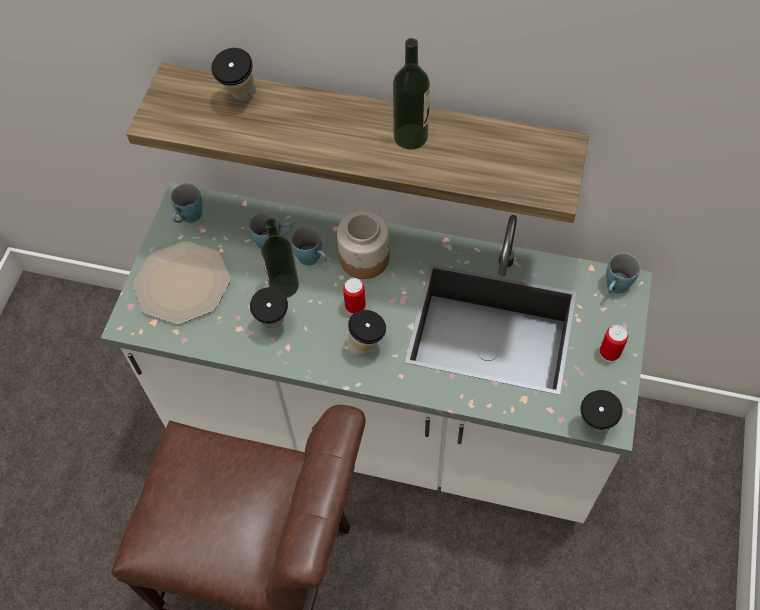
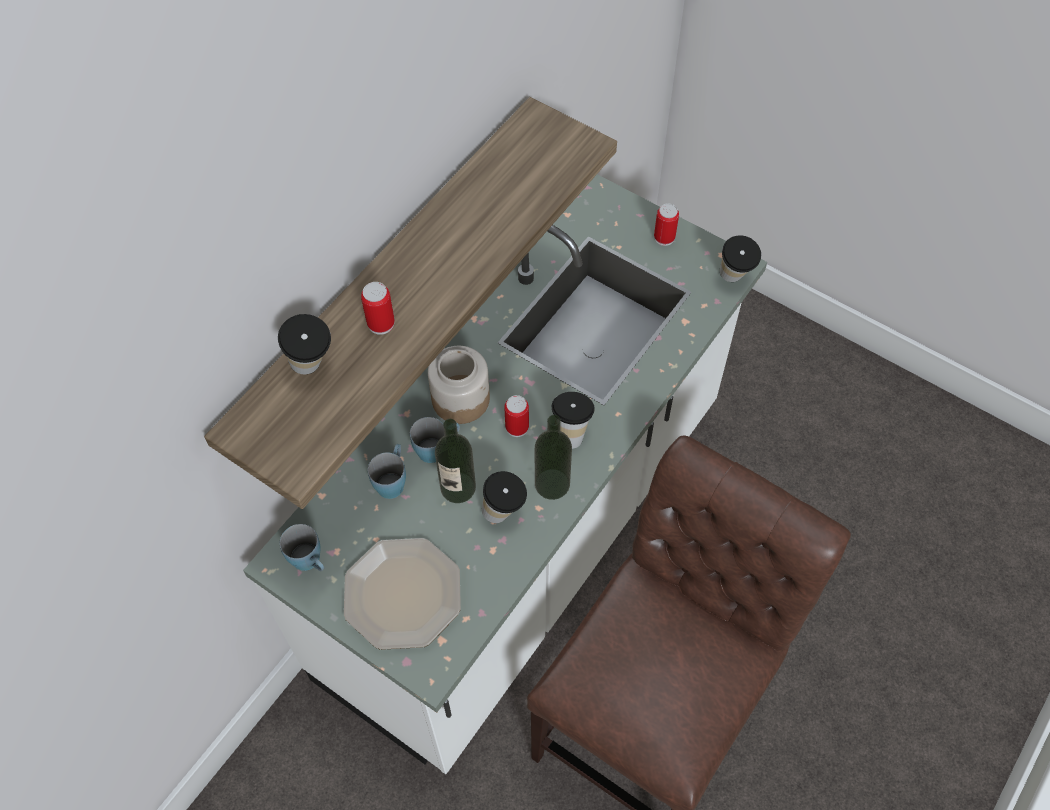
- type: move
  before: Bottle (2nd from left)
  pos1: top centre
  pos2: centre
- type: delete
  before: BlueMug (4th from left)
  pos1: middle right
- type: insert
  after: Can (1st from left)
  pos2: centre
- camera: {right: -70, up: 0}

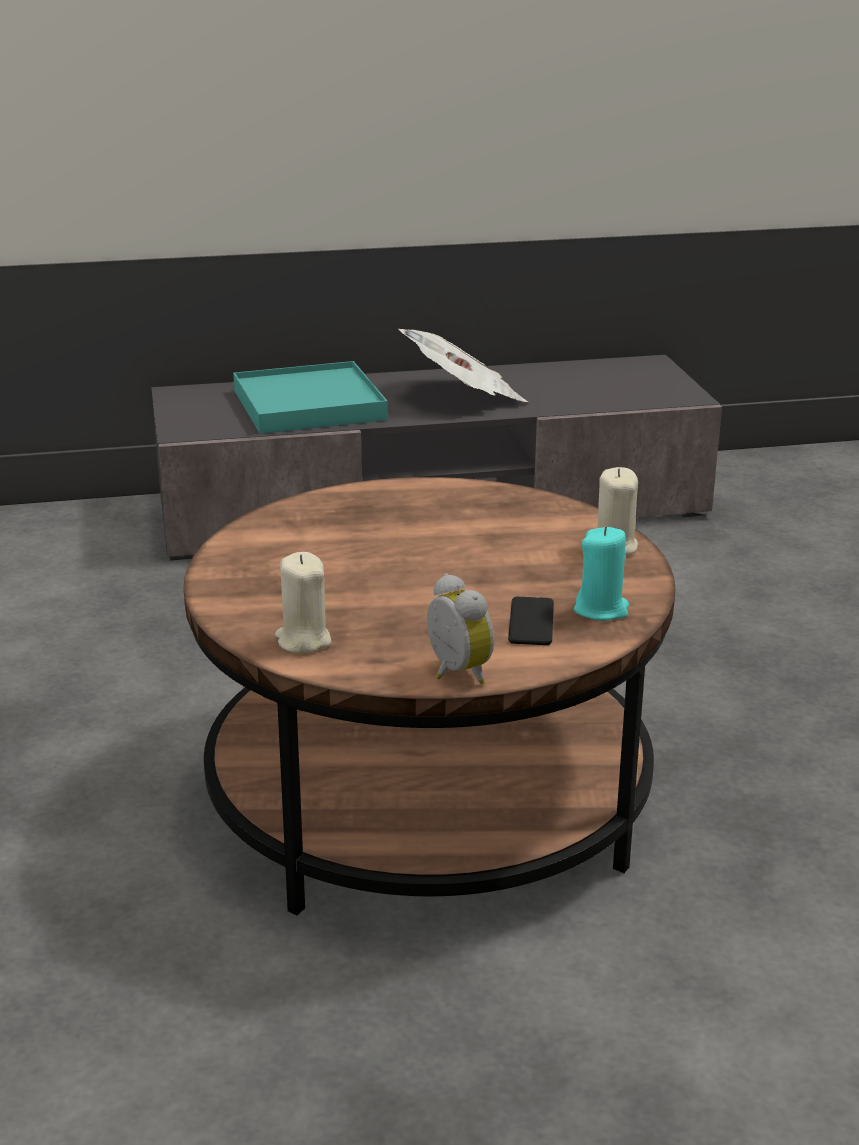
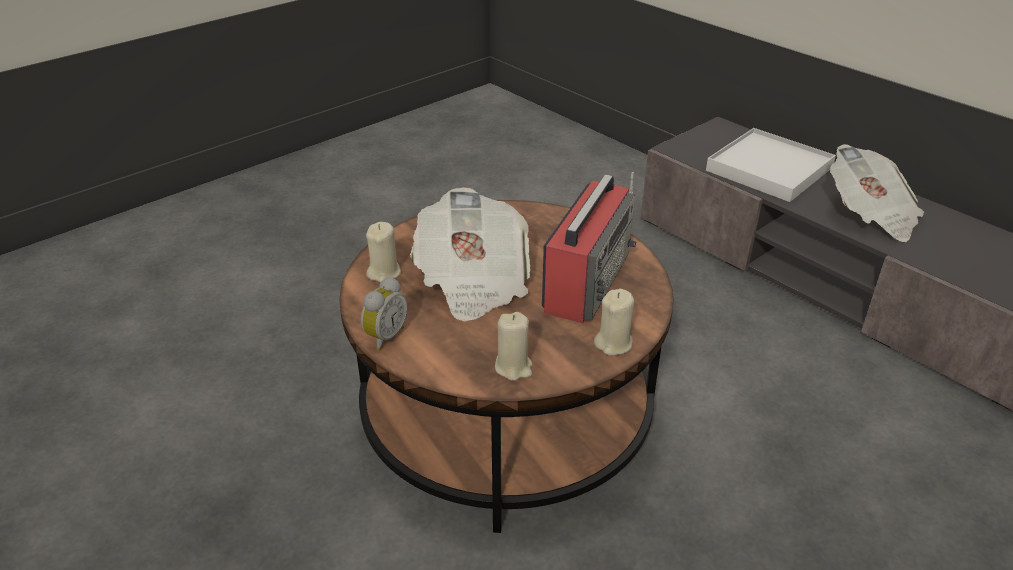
- type: recolor
  before: TurquoiseTray
  after: WhiteTray
  pos1: centre
  pos2: top right
- type: delete
  before: Phone
  pos1: centre
- type: recolor
  before: TurquoiseCandle
  after: BeigeCandle (2nd from left)
  pos1: middle right
  pos2: centre
- type: insert
  after: Newspaper (1st from left)
  pos2: centre
- type: insert
  after: Radio
  pos2: centre
- camera: {right: 60, up: 10}

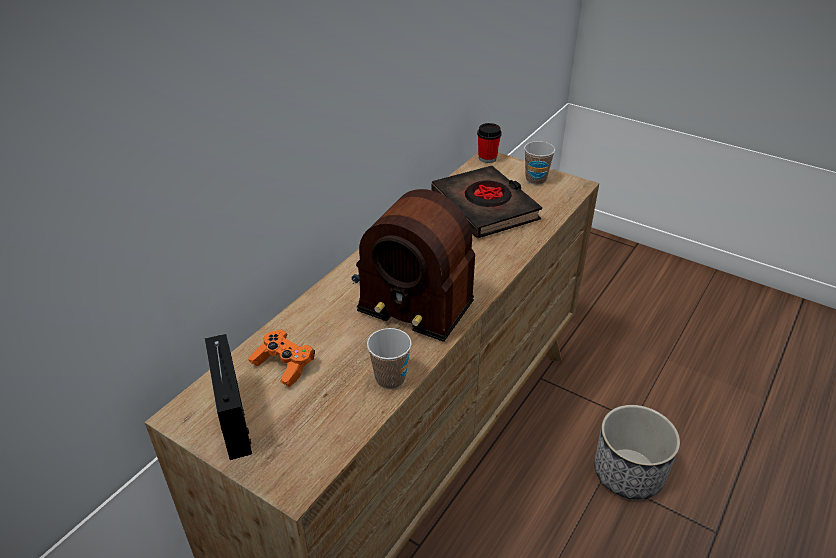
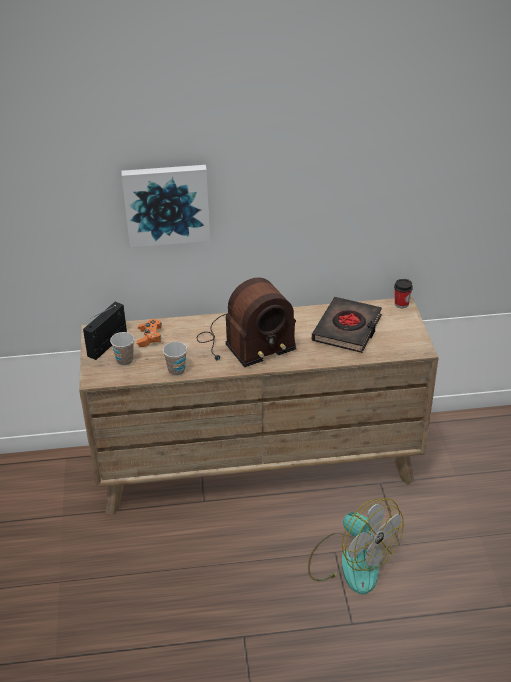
- type: rotate
  before: Radio (2nd from left)
  pos1: centre
  pos2: centre
  turn: -105
- type: move
  before: Cup (3rd from left in the first image)
  after: Cup (1st from left)
  pos1: top centre
  pos2: middle left
- type: replace
  before: Planter
  after: Fan
  pos1: bottom right
  pos2: bottom right
- type: insert
  after: Picture
  pos2: top left
- camera: {right: 50, up: 0}

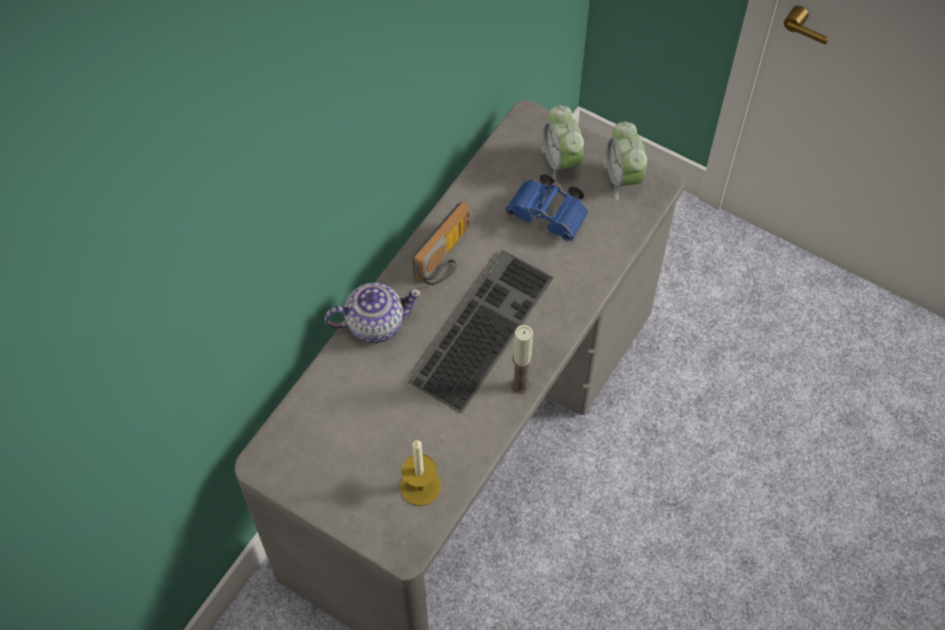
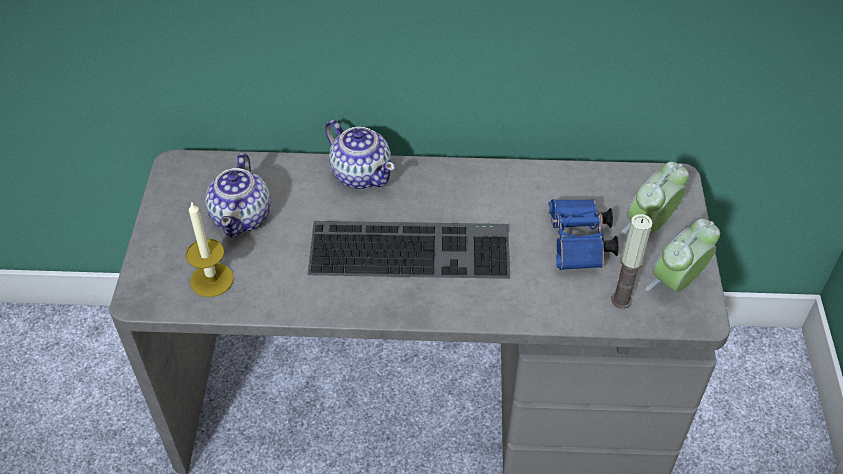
- type: delete
  before: Radio
  pos1: centre
- type: move
  before: Candle (2nd from left)
  pos1: centre
  pos2: middle right
- type: insert
  after: Teapot (1st from left)
  pos2: middle left
- camera: {right: 60, up: -10}

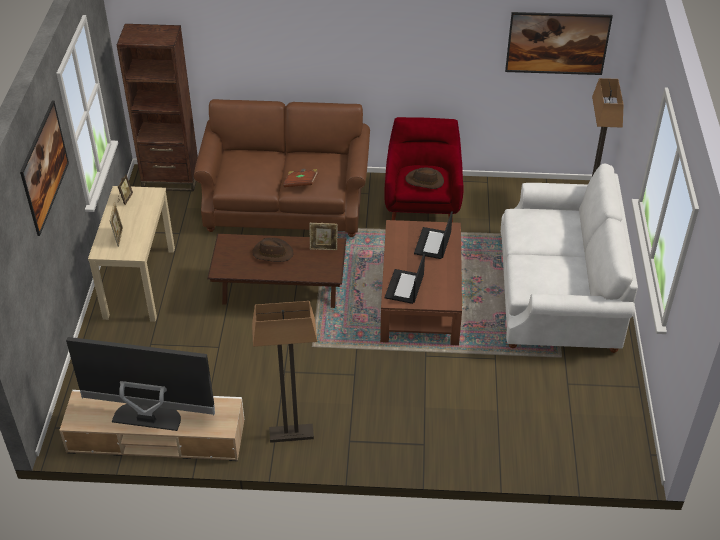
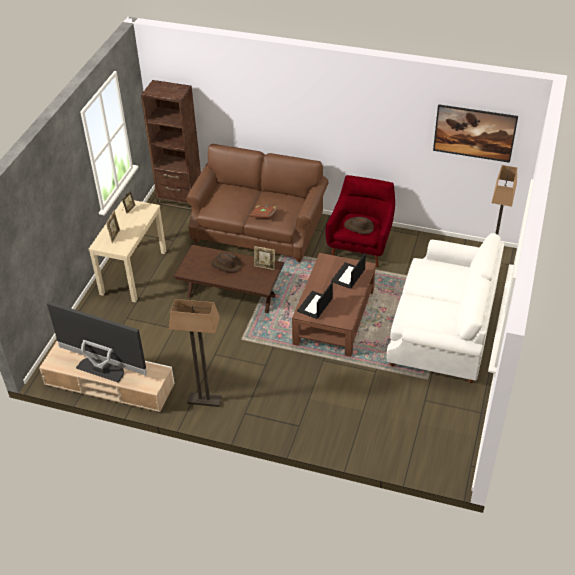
- type: delete
  before: Picture (1st from left)
  pos1: top left
- camera: {right: 15, up: 0}

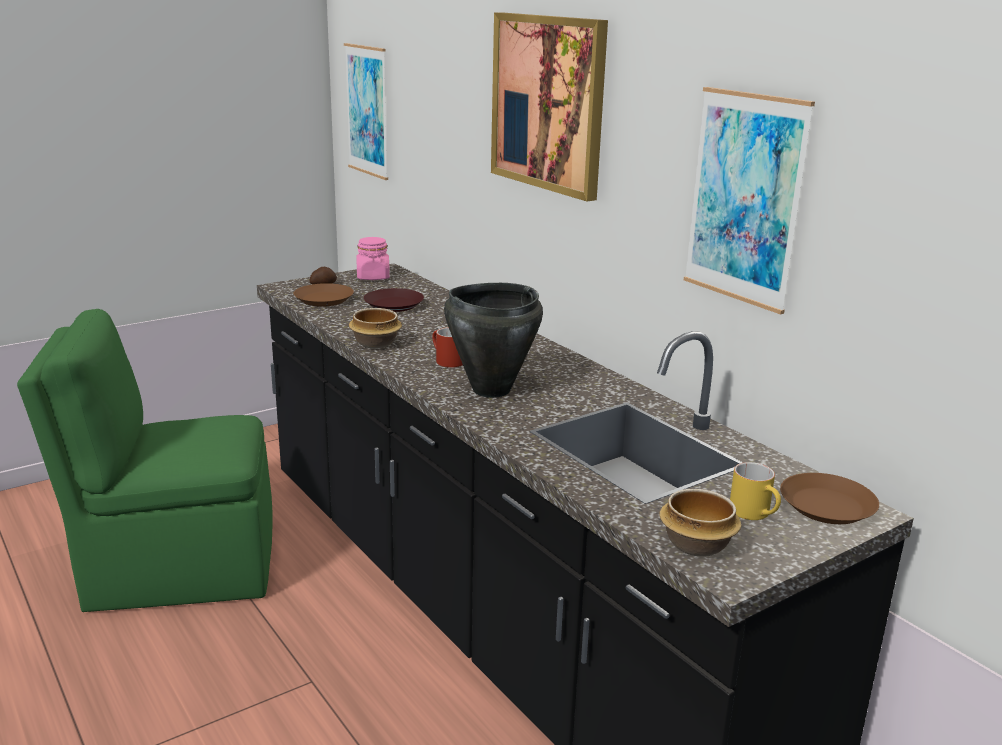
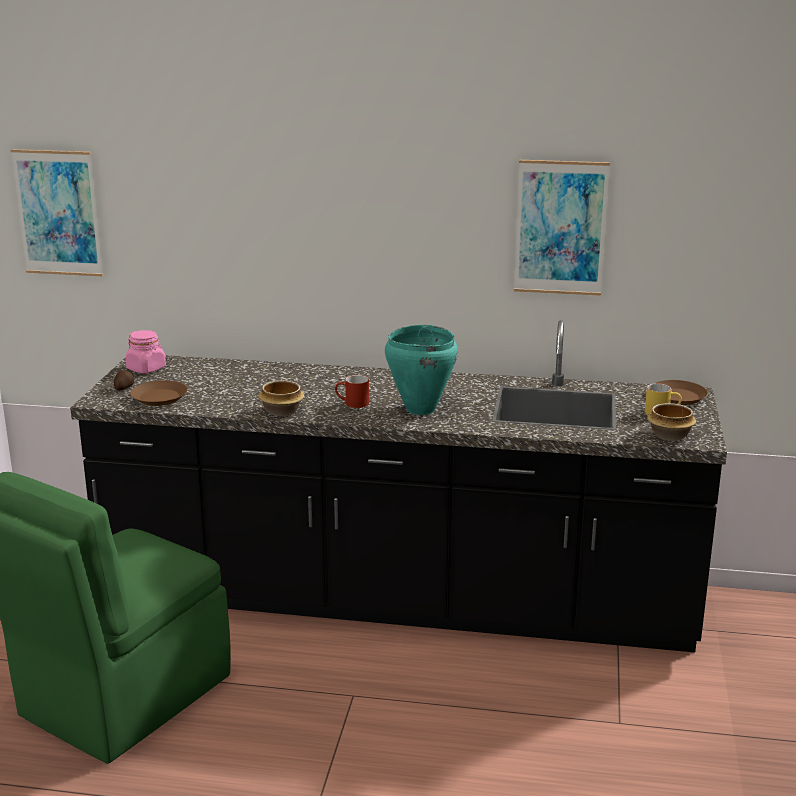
- type: delete
  before: BrownPlate (2nd from left)
  pos1: centre
- type: recolor
  before: BlackCookingPot
  after: TurquoiseCookingPot
  pos1: centre
  pos2: centre
- type: delete
  before: Picture (2nd from left)
  pos1: top centre
- camera: {right: -45, up: 0}

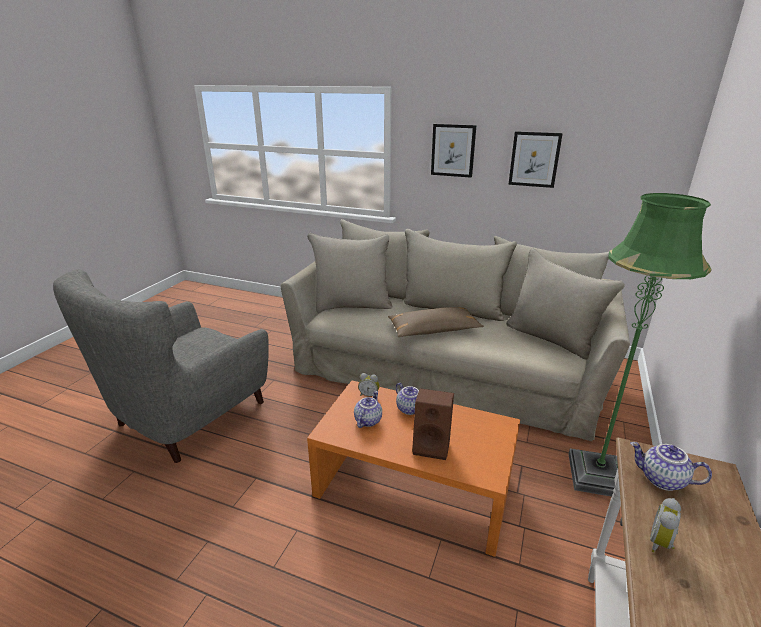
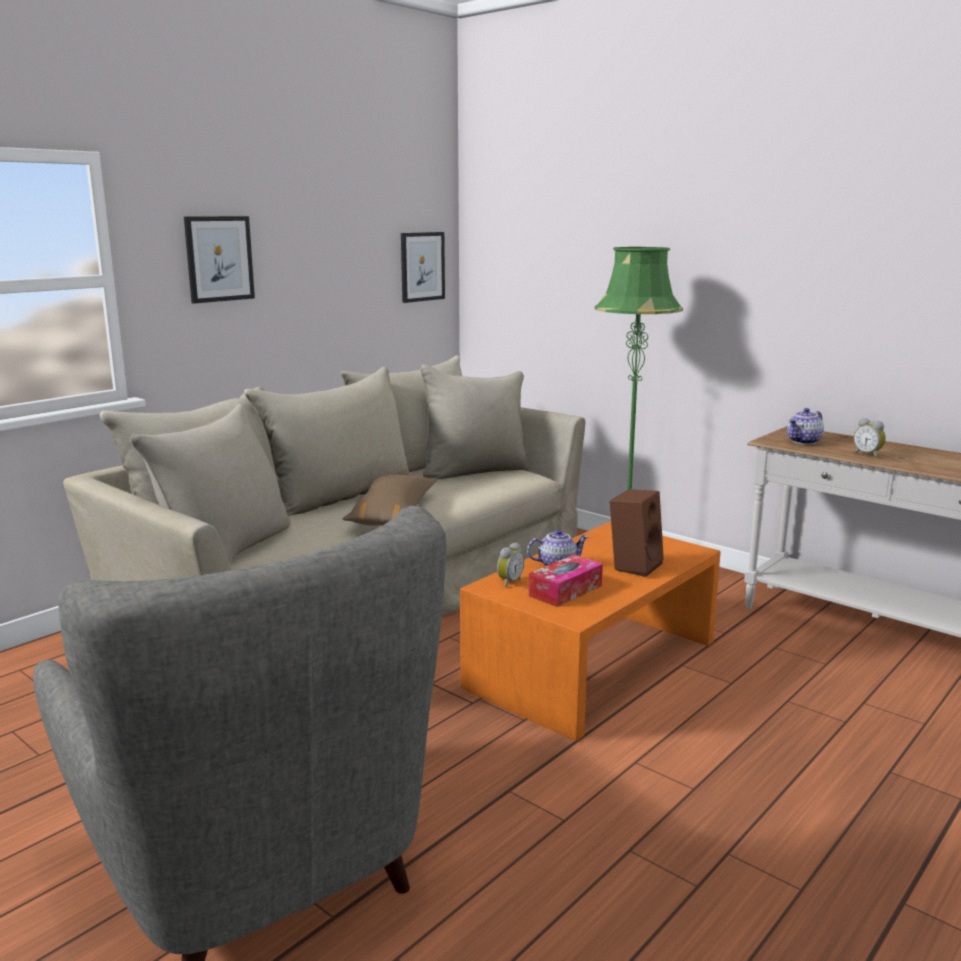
- type: replace
  before: Teapot (1st from left)
  after: TissueBox
  pos1: centre
  pos2: centre
- type: move
  before: Picture (2nd from left)
  pos1: top right
  pos2: top centre
- camera: {right: -70, up: -10}

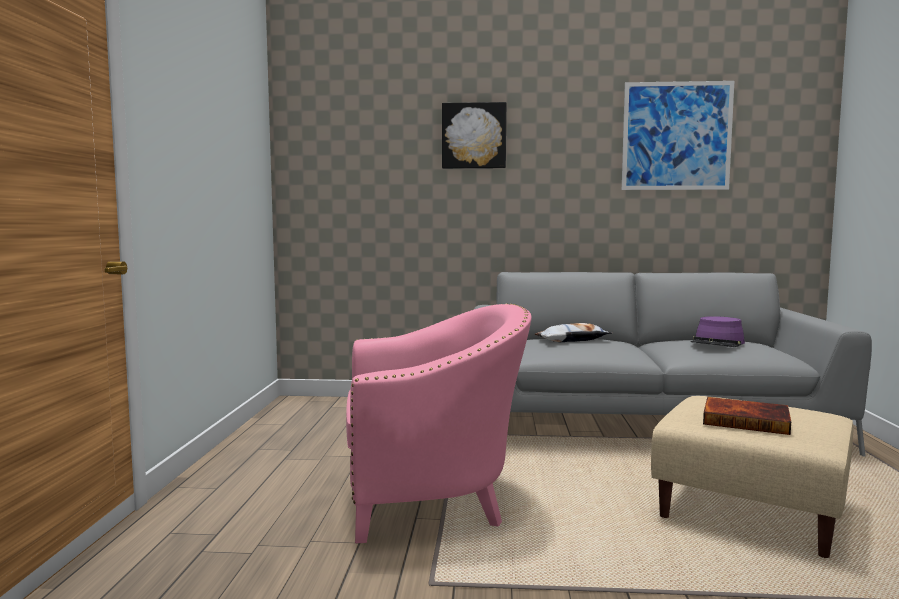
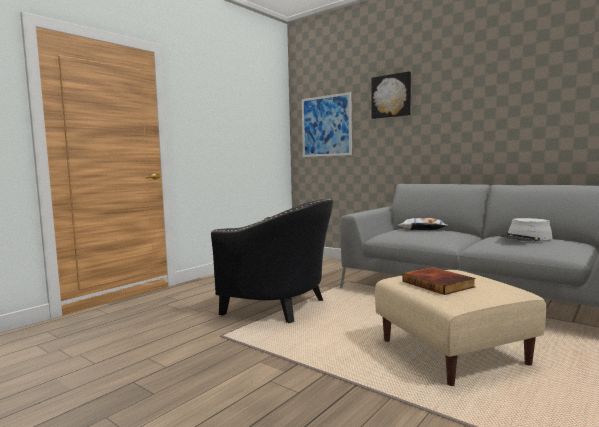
- type: recolor
  before: PinkArmchair
  after: BlackArmchair
  pos1: bottom centre
  pos2: centre
- type: move
  before: Picture (2nd from left in the first image)
  after: Picture (1st from left)
  pos1: top right
  pos2: top centre
- type: recolor
  before: PurpleHat
  after: GreyHat
  pos1: middle right
  pos2: middle right
- camera: {right: 35, up: 0}

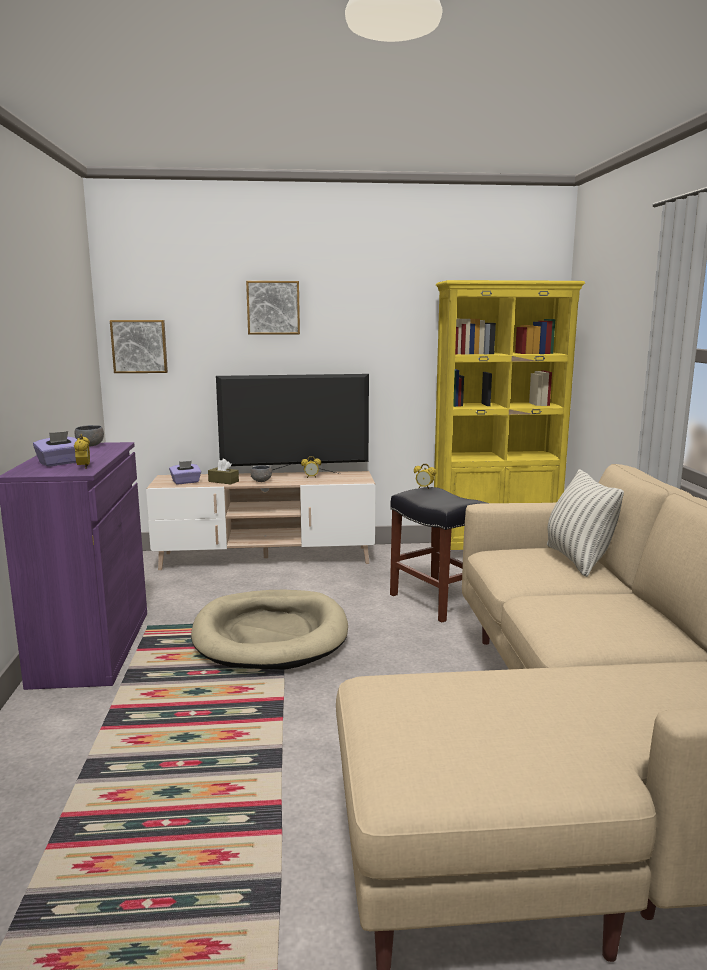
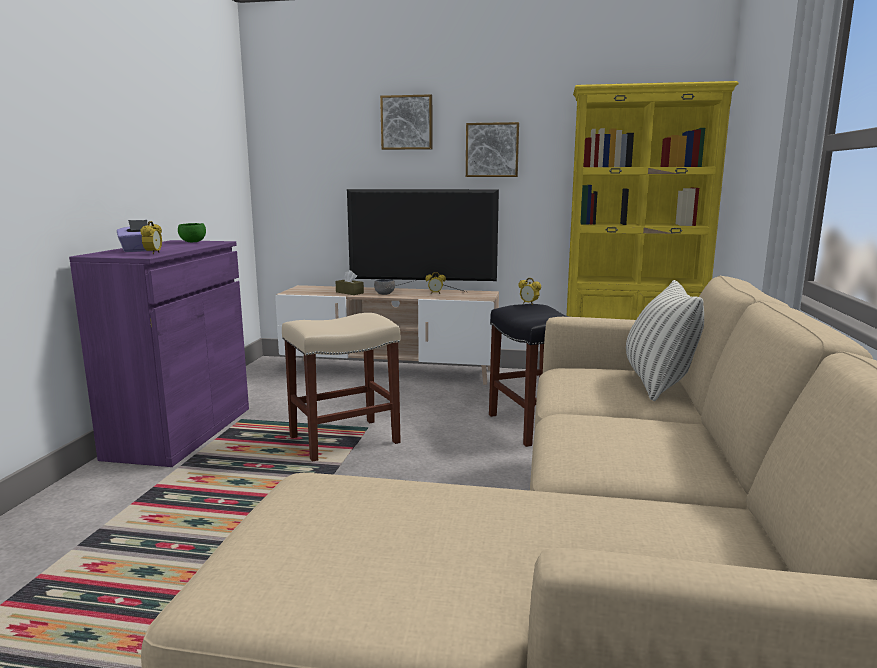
- type: recolor
  before: GreyBowl (1st from left)
  after: GreenBowl
  pos1: middle left
  pos2: middle left
- type: move
  before: Picture (1st from left in the first image)
  after: Picture (2nd from left)
  pos1: middle left
  pos2: top centre
- type: delete
  before: PurpleTissueBox (2nd from left)
  pos1: middle left
- type: replace
  before: BeigeDogBed
  after: BeigeStool
  pos1: centre
  pos2: centre
- camera: {right: 15, up: 0}

